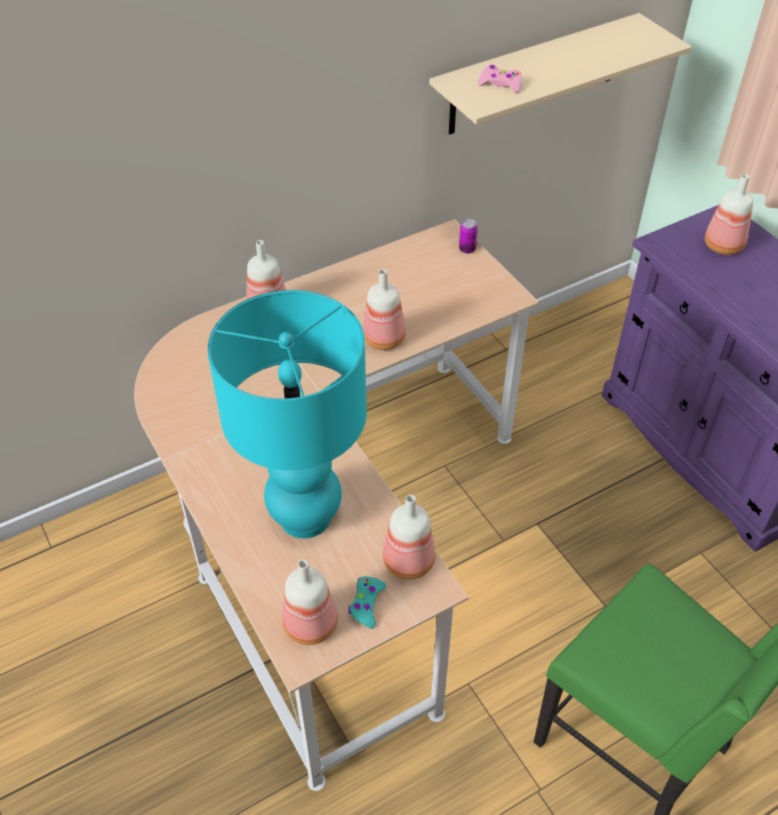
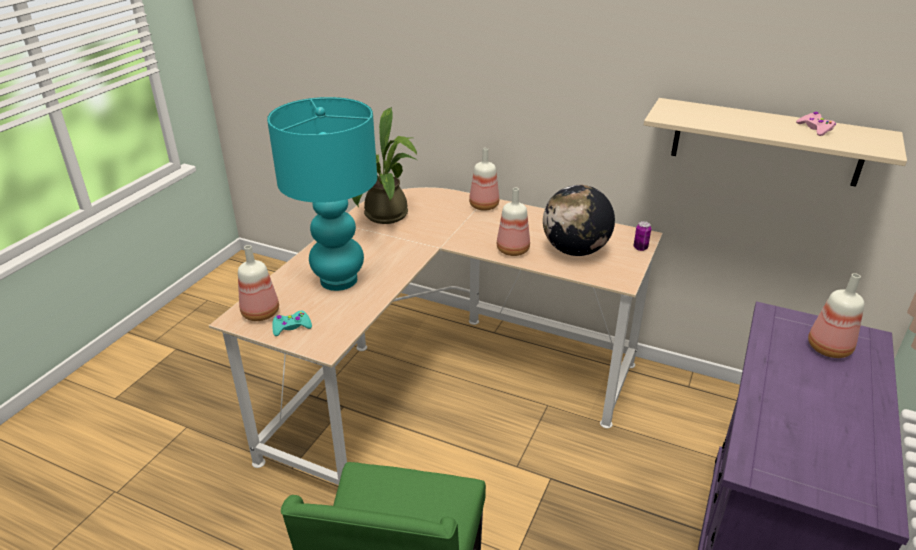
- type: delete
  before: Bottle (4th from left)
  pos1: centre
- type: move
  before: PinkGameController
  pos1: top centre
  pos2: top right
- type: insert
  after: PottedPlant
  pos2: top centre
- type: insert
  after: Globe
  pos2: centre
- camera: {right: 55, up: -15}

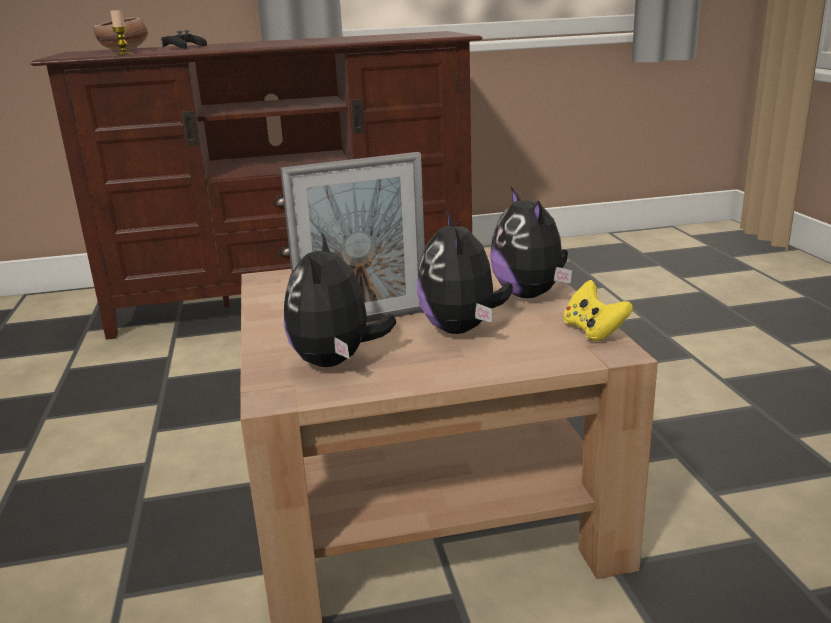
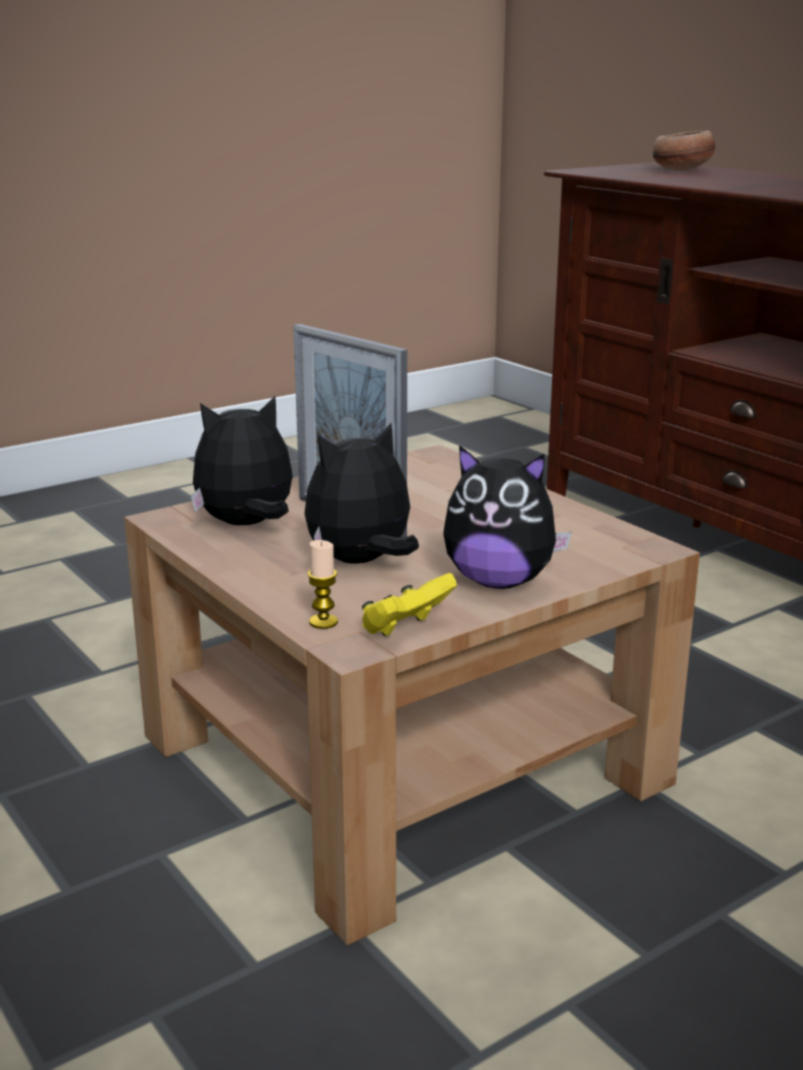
- type: move
  before: Candle
  pos1: top left
  pos2: centre
- type: delete
  before: BlackGameController
  pos1: top left
- type: rotate
  before: PlushToy (3rd from left)
  pos1: centre
  pos2: centre
  turn: -120
- camera: {right: 65, up: 0}

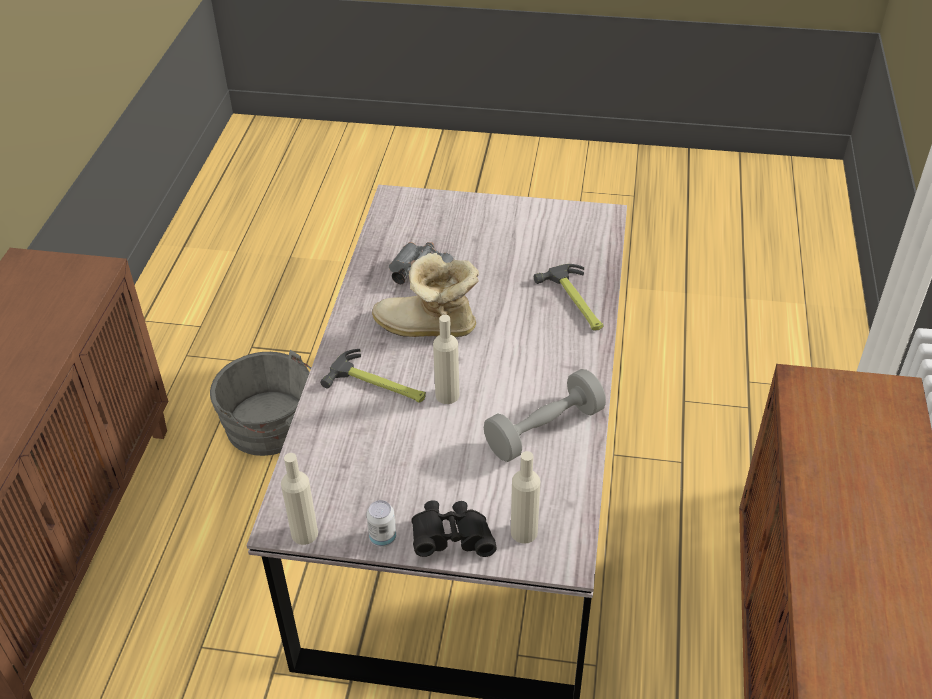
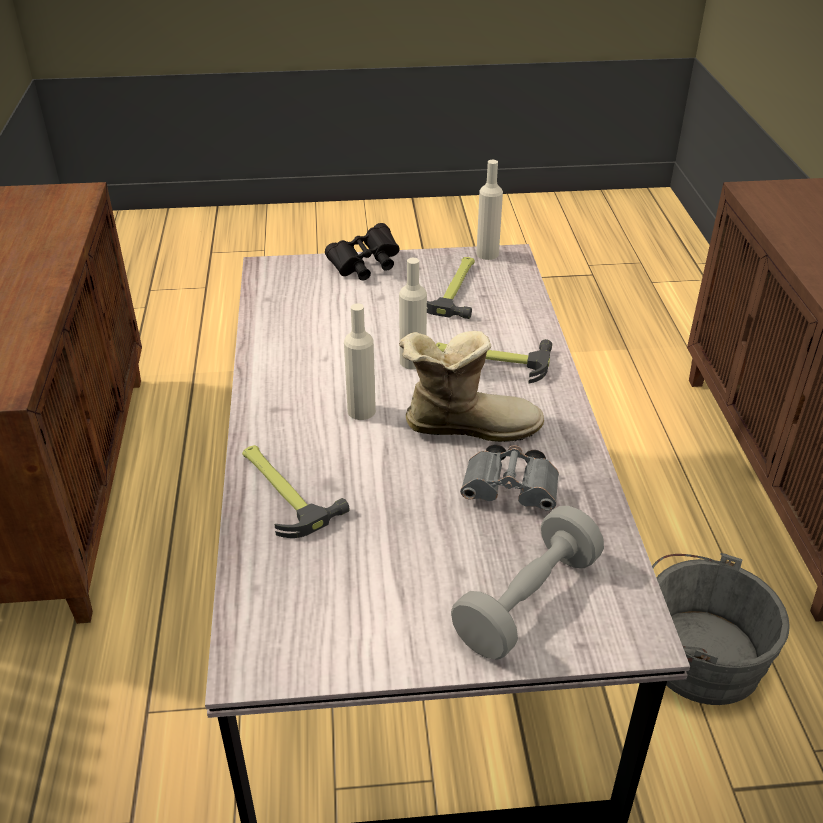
- type: delete
  before: Can
  pos1: bottom centre
- type: move
  before: GreyDumbbell
  pos1: centre
  pos2: bottom centre
- type: move
  before: BeigeBottle (3rd from left in the first image)
  after: BeigeBottle (1st from left)
  pos1: bottom centre
  pos2: centre
- type: insert
  after: Hammer (2nd from left)
  pos2: centre
- camera: {right: 165, up: -5}

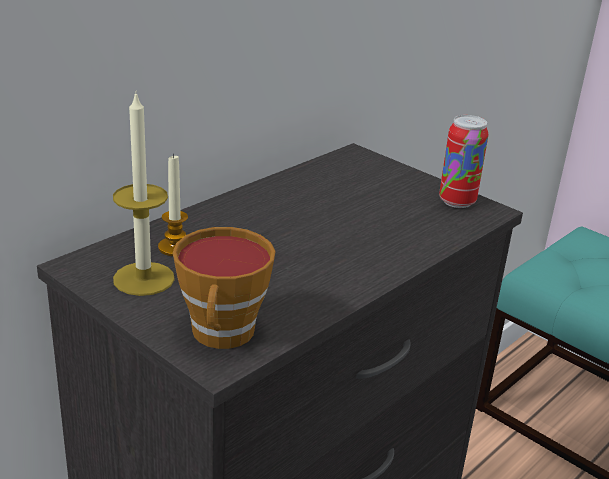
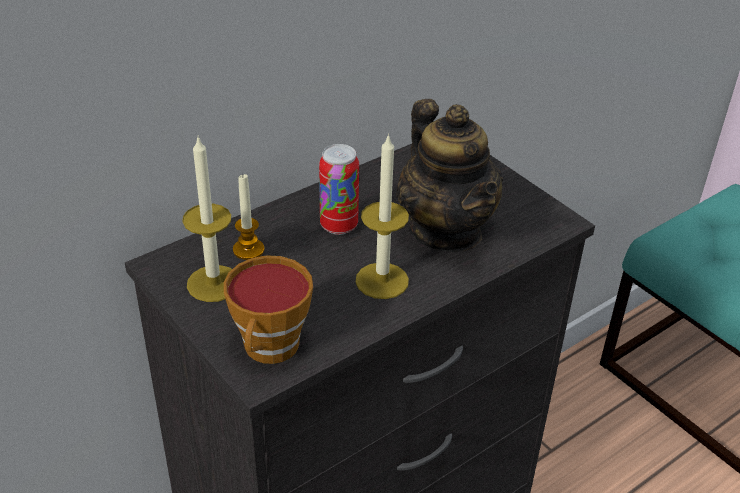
- type: move
  before: Can
  pos1: middle right
  pos2: centre
- type: insert
  after: Candle (3rd from left)
  pos2: centre
- type: insert
  after: Teapot
  pos2: centre
- camera: {right: 10, up: 10}

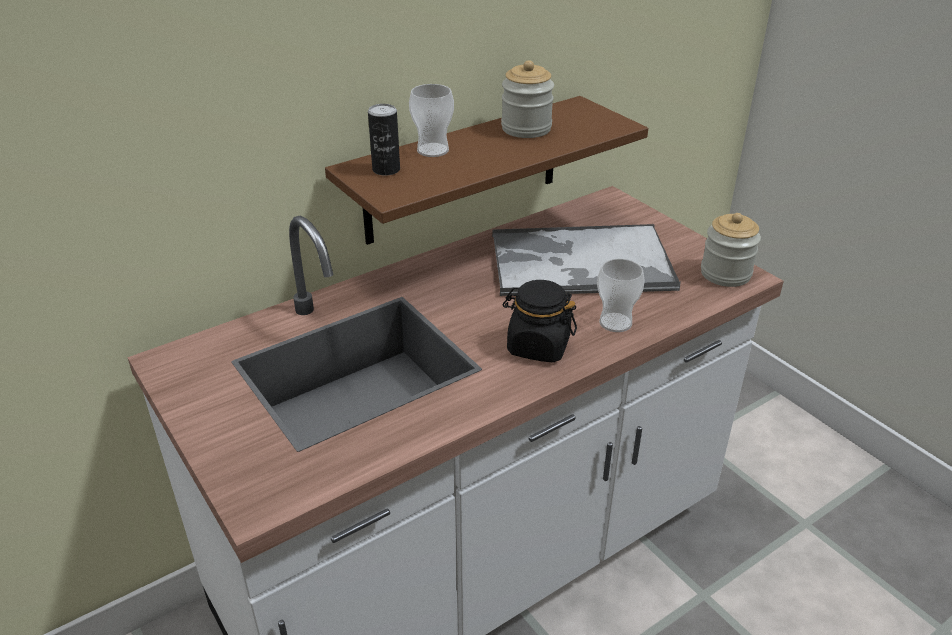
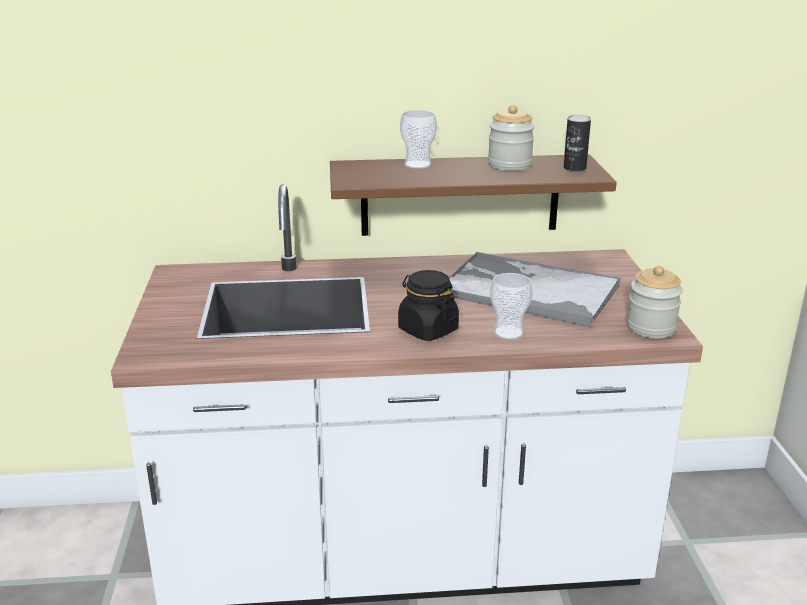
- type: move
  before: Can
  pos1: top centre
  pos2: top right
- camera: {right: 30, up: -10}

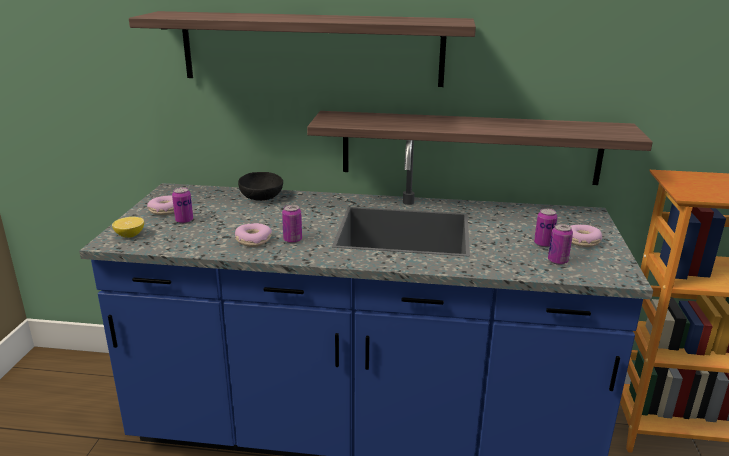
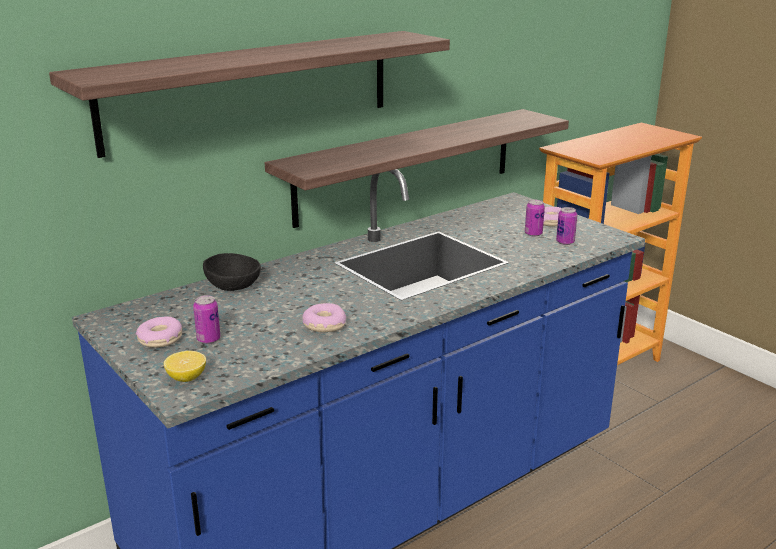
- type: delete
  before: Can (2nd from left)
  pos1: centre
- camera: {right: -45, up: 0}

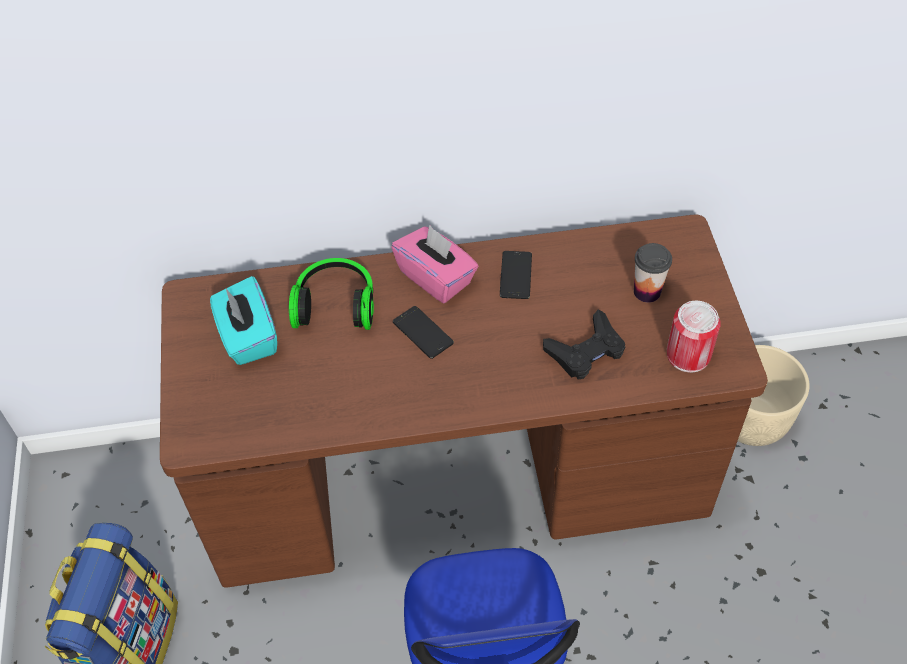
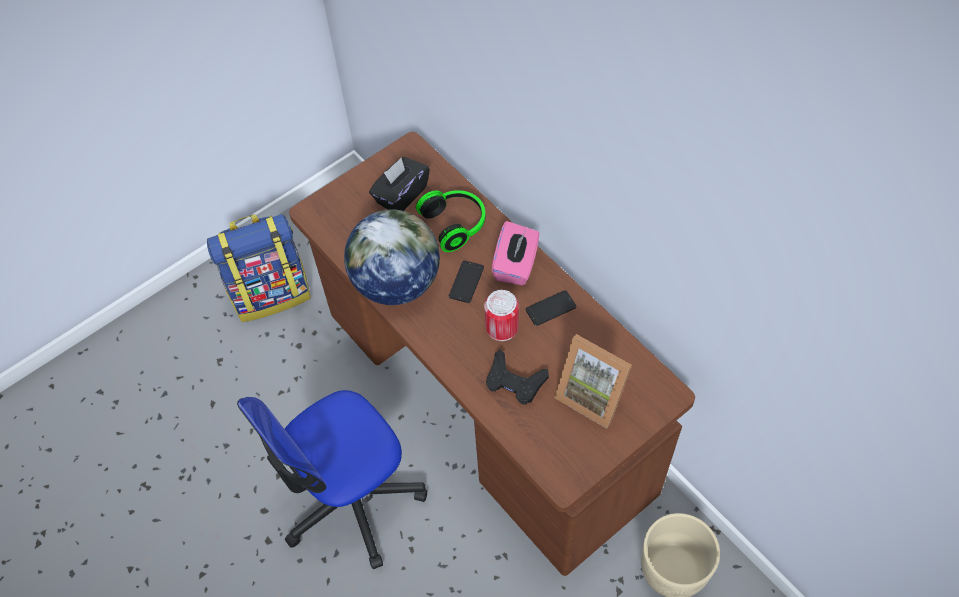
- type: recolor
  before: TurquoiseTissueBox
  after: BlackTissueBox
  pos1: middle left
  pos2: top centre
- type: replace
  before: Cup
  after: PictureFrame
  pos1: middle right
  pos2: centre
- type: move
  before: Can
  pos1: middle right
  pos2: centre
- type: insert
  after: Globe
  pos2: centre
- camera: {right: 60, up: 5}

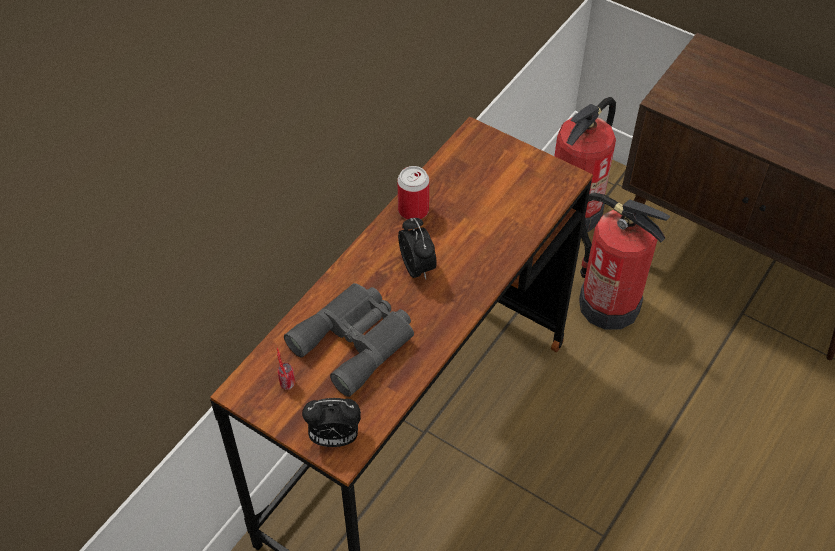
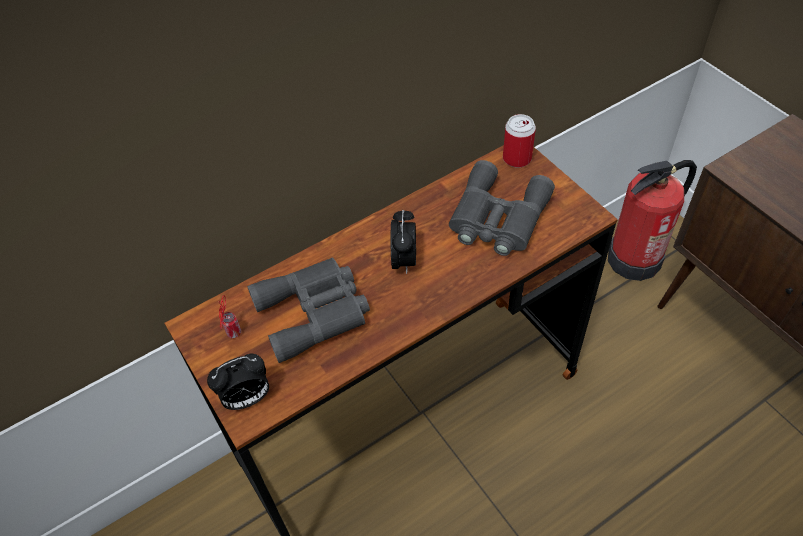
- type: rotate
  before: AlarmClock (1st from left)
  pos1: bottom centre
  pos2: bottom left
  turn: -45
- type: move
  before: Can (2nd from left)
  pos1: centre
  pos2: top centre
- type: delete
  before: FireExtinguisher (2nd from left)
  pos1: middle right
- type: insert
  after: GreyBinoculars (2nd from left)
  pos2: centre
- camera: {right: 25, up: 0}

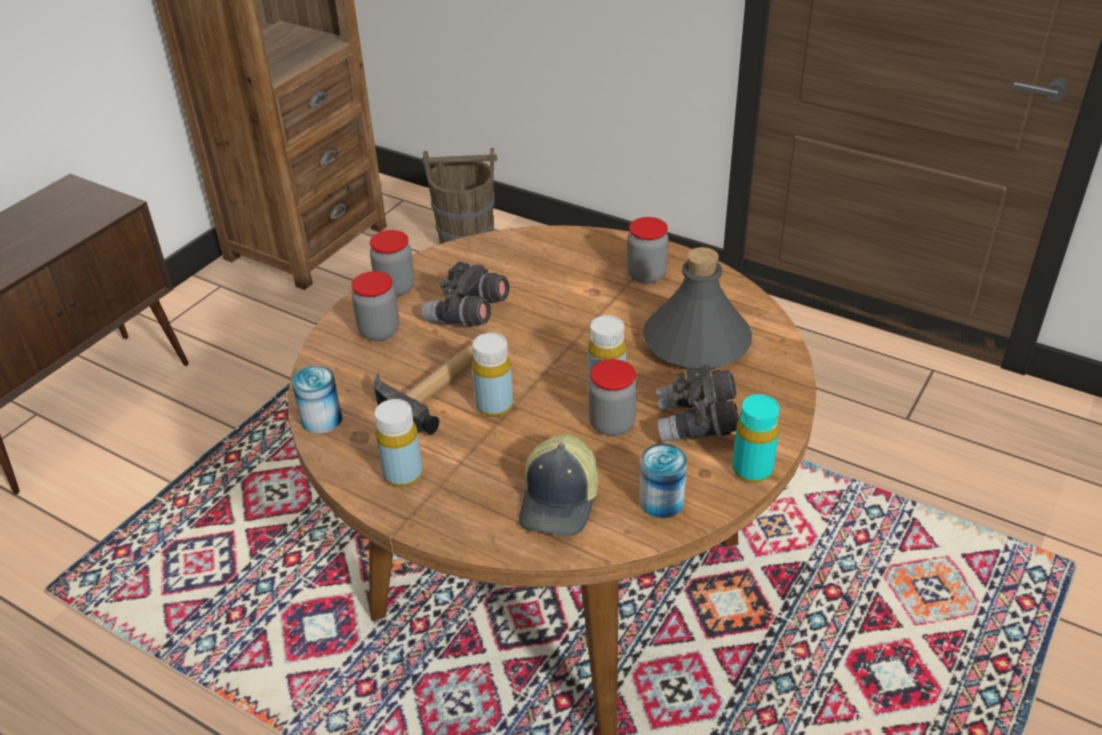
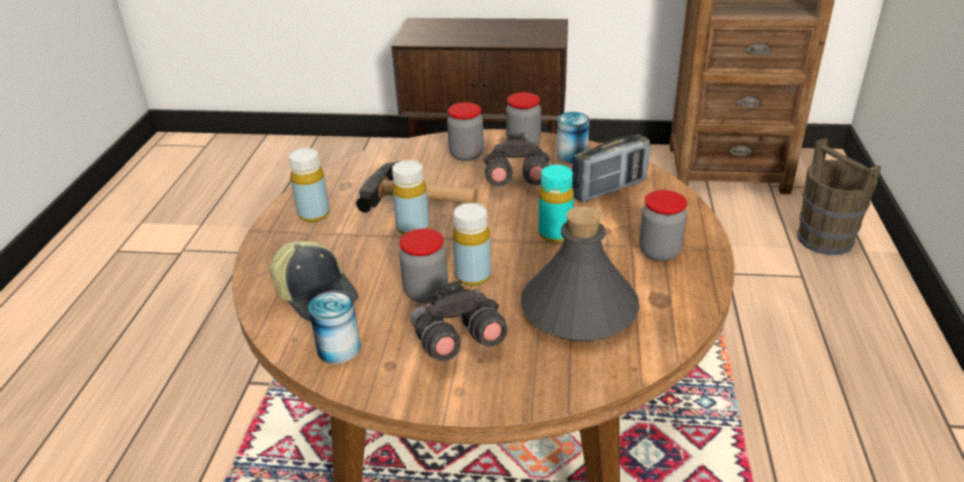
- type: move
  before: Can (1st from left in the first image)
  after: Can (2nd from left)
  pos1: middle left
  pos2: top centre
- type: rotate
  before: Cap
  pos1: centre
  pos2: middle left
  turn: -120
- type: move
  before: TurquoiseBottle
  pos1: middle right
  pos2: centre
- type: insert
  after: Radio
  pos2: centre
- camera: {right: 65, up: -5}

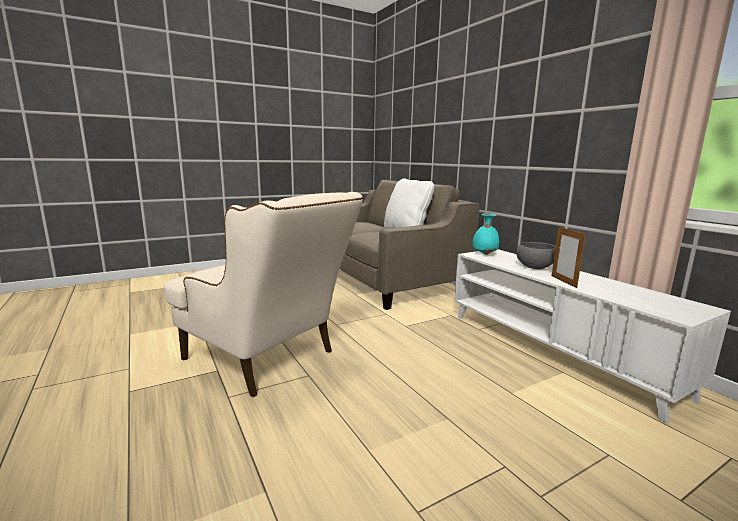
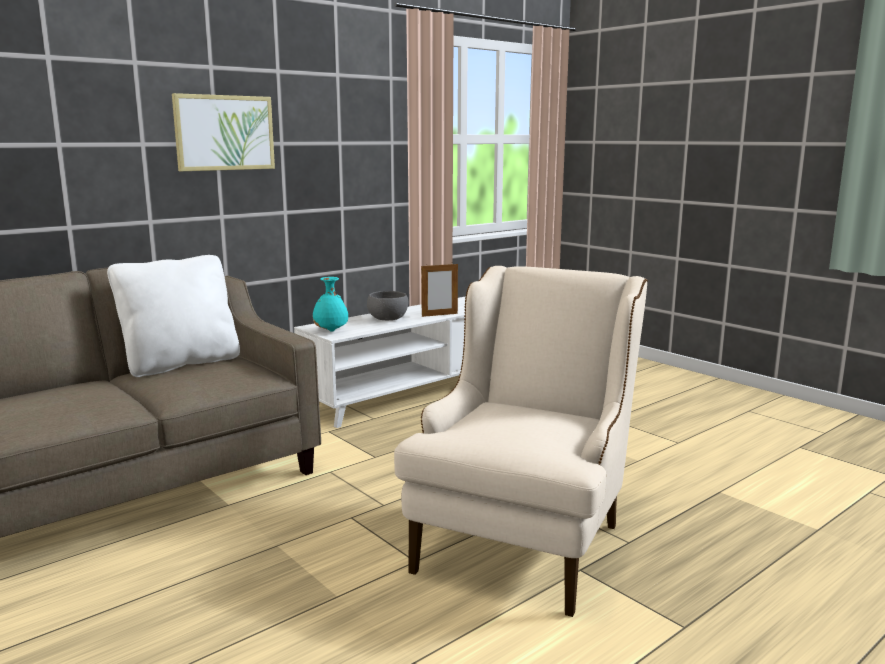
- type: insert
  after: Picture
  pos2: top left
- camera: {right: -100, up: 0}

